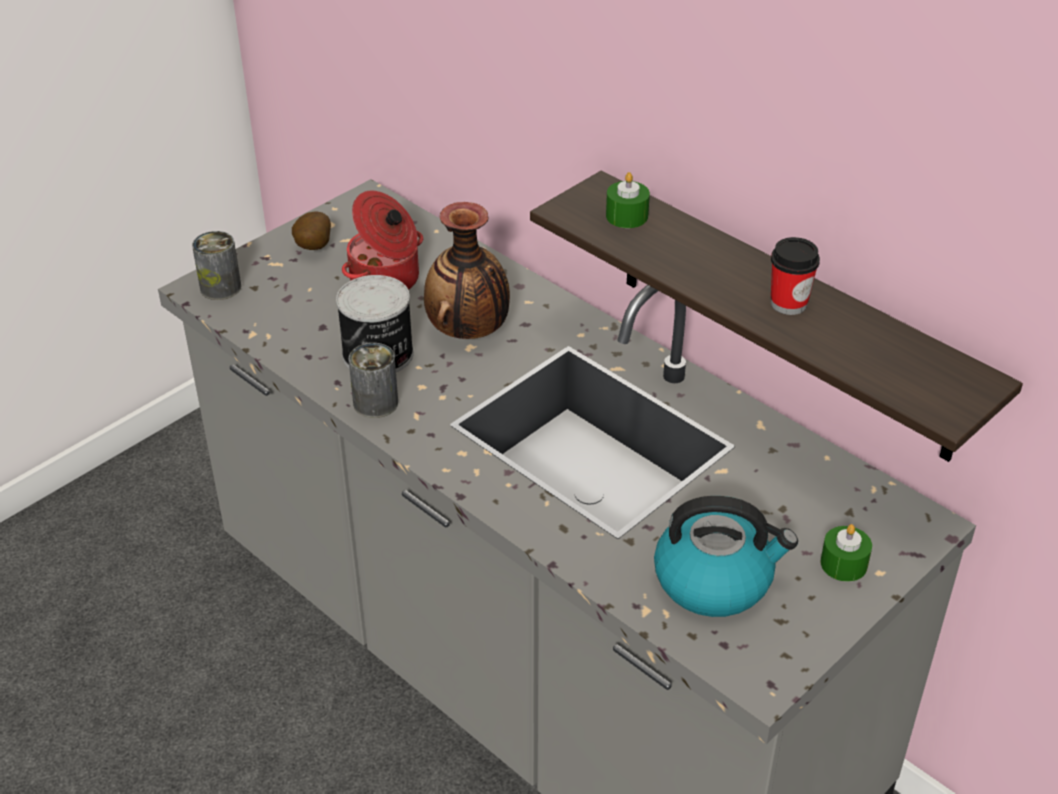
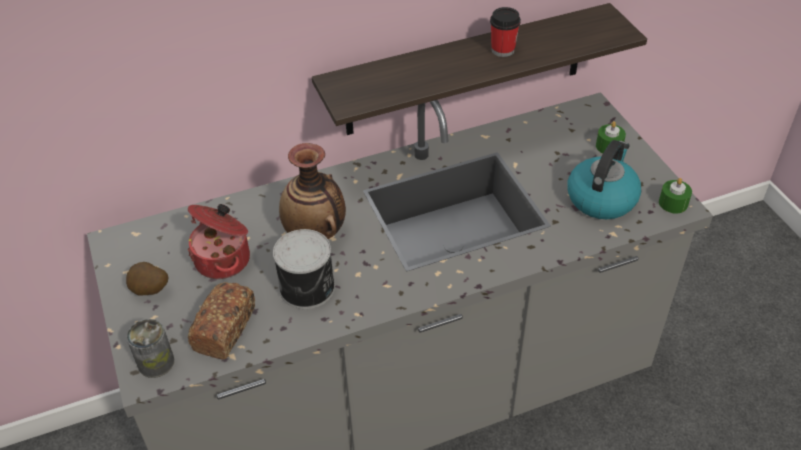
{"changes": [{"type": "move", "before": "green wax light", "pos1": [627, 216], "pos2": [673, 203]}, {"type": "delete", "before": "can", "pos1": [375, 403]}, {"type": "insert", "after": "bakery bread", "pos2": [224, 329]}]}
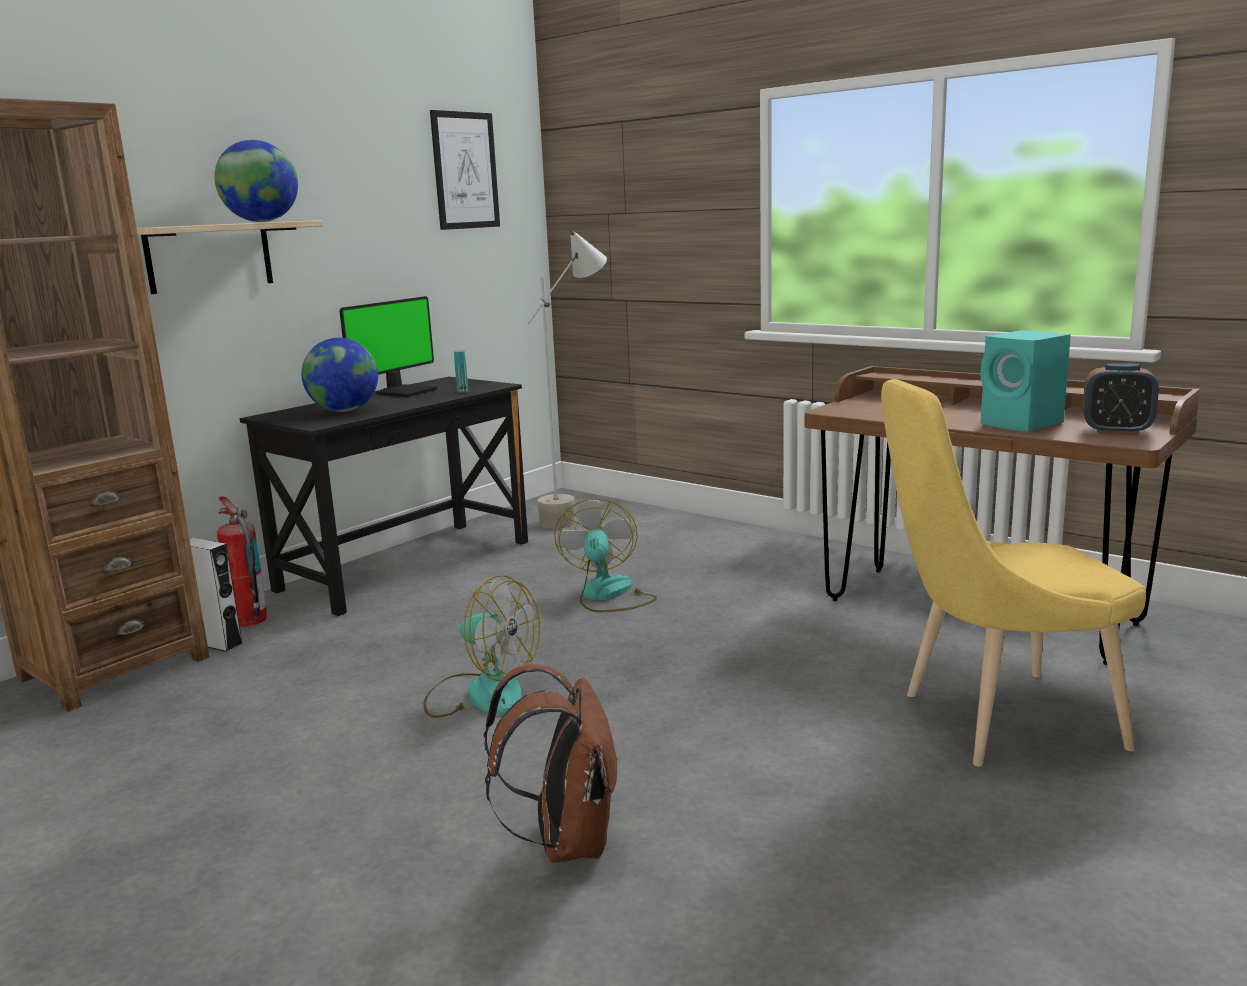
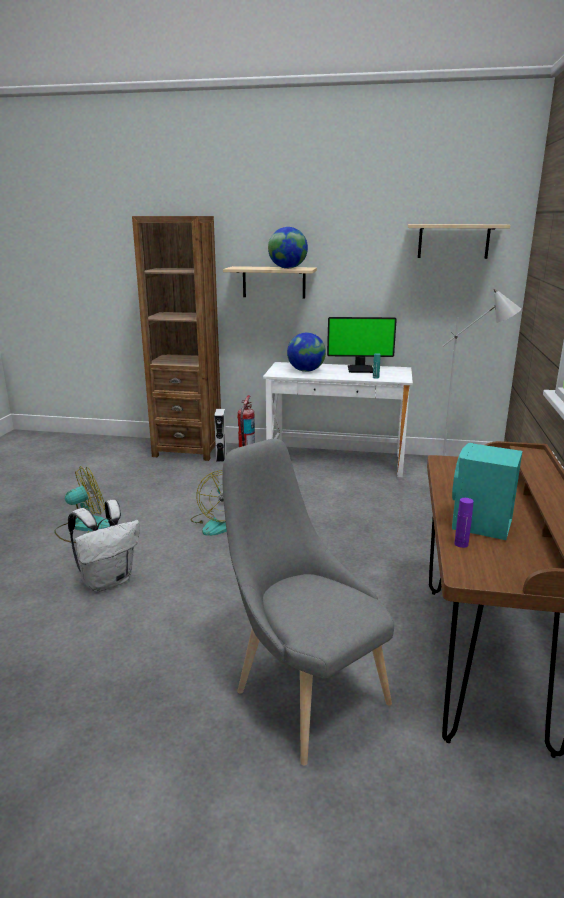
{"changes": [{"type": "replace", "before": "picture", "after": "shelf", "pos1": [465, 170], "pos2": [453, 241]}, {"type": "delete", "before": "alarm clock", "pos1": [1116, 431]}, {"type": "recolor", "before": "black desk table", "after": "white-coloured desk table", "pos1": [406, 565], "pos2": [336, 461]}, {"type": "recolor", "before": "yellow chair", "after": "grey chair", "pos1": [996, 722], "pos2": [304, 693]}, {"type": "move", "before": "fan", "pos1": [608, 595], "pos2": [83, 527]}, {"type": "recolor", "before": "brownish backpack", "after": "white-coloured backpack", "pos1": [566, 841], "pos2": [108, 581]}, {"type": "insert", "after": "purplish bottle", "pos2": [461, 544]}]}
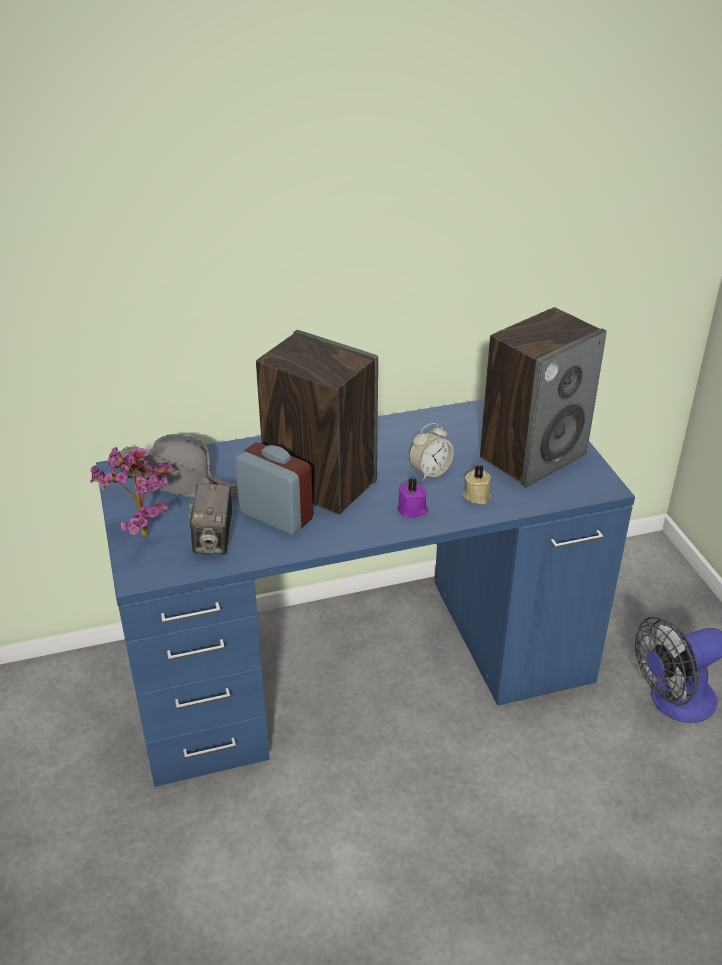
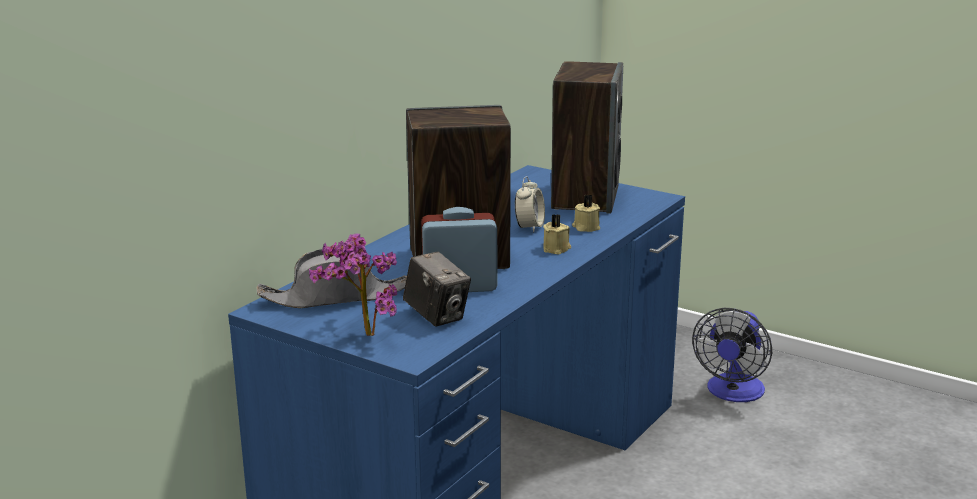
{"changes": [{"type": "recolor", "before": "purplish wax light", "after": "beige-coloured wax light", "pos1": [413, 510], "pos2": [557, 249]}]}
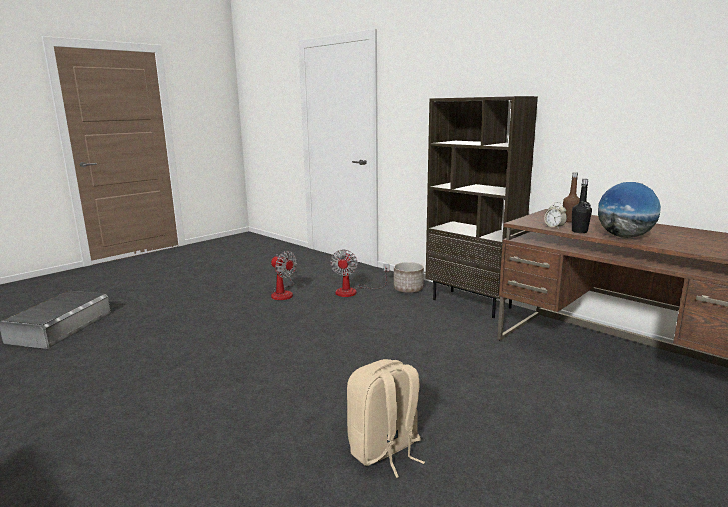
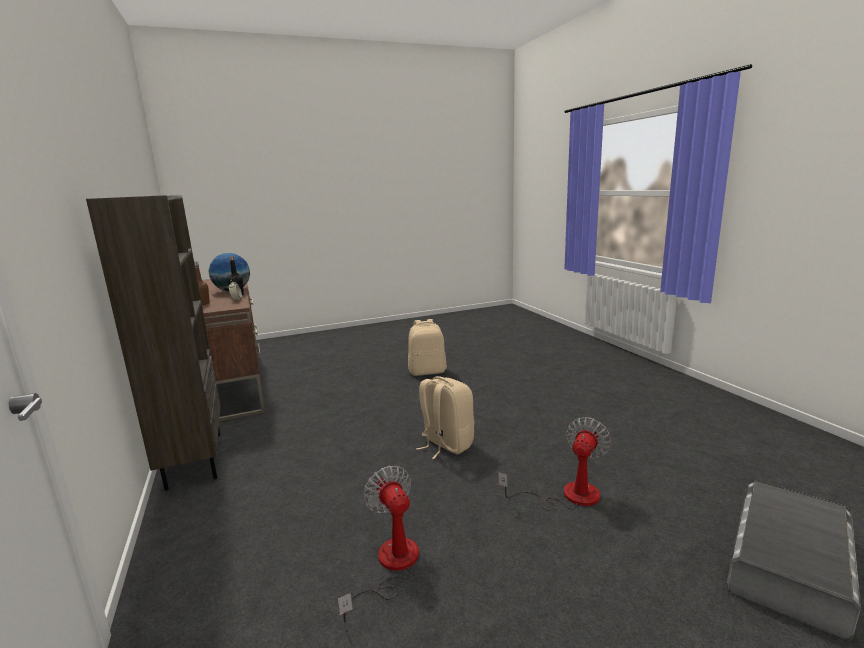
{"changes": [{"type": "move", "before": "fan", "pos1": [353, 291], "pos2": [568, 496]}, {"type": "delete", "before": "plant pot", "pos1": [408, 289]}, {"type": "insert", "after": "beige-coloured backpack", "pos2": [446, 444]}]}
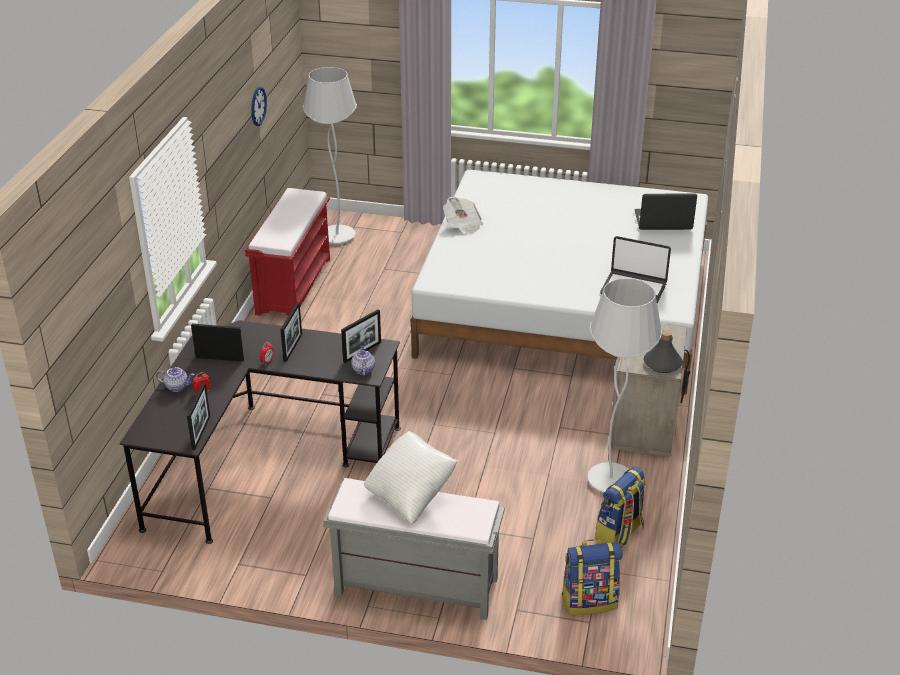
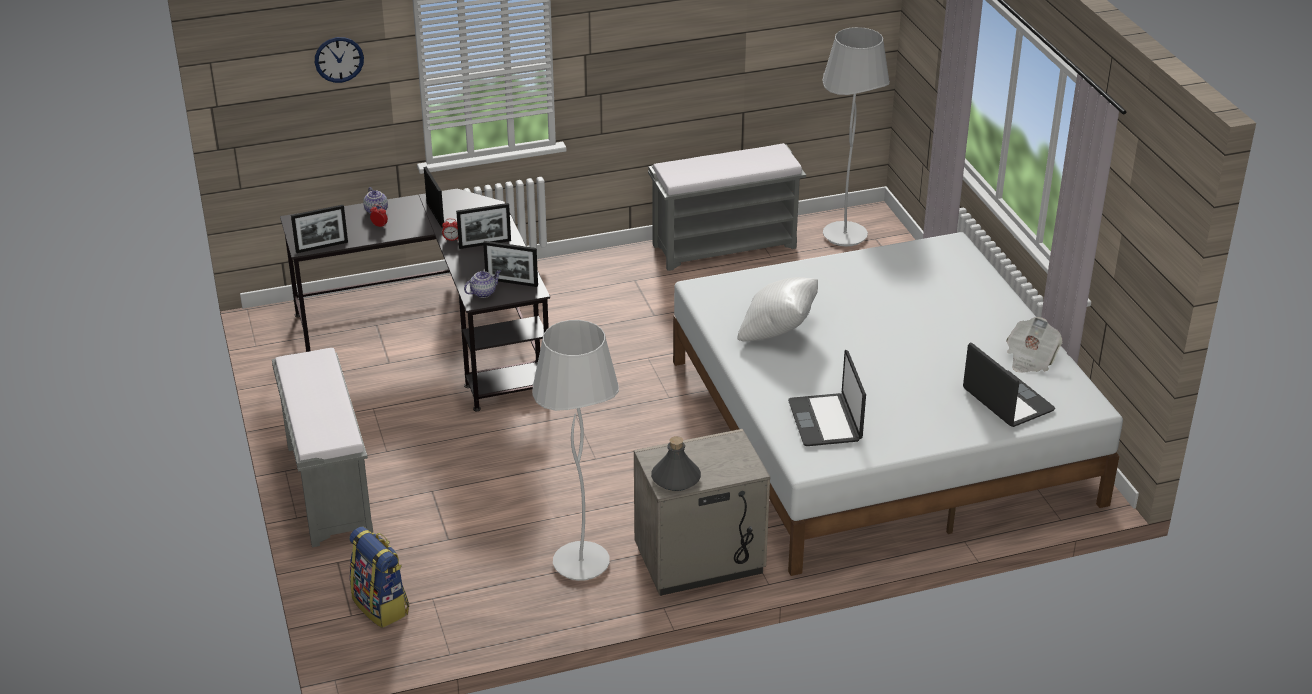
{"changes": [{"type": "move", "before": "wall clock", "pos1": [258, 106], "pos2": [339, 59]}, {"type": "recolor", "before": "red indoor bench", "after": "grey indoor bench", "pos1": [293, 285], "pos2": [725, 246]}, {"type": "move", "before": "newspaper", "pos1": [463, 225], "pos2": [1030, 359]}, {"type": "move", "before": "white-coloured cushion", "pos1": [410, 495], "pos2": [778, 331]}, {"type": "delete", "before": "backpack", "pos1": [619, 533]}]}
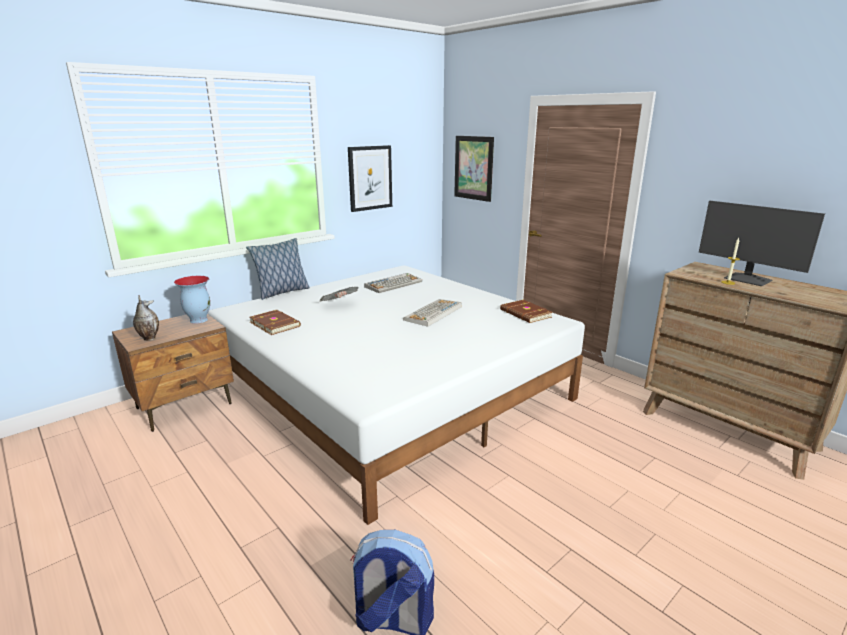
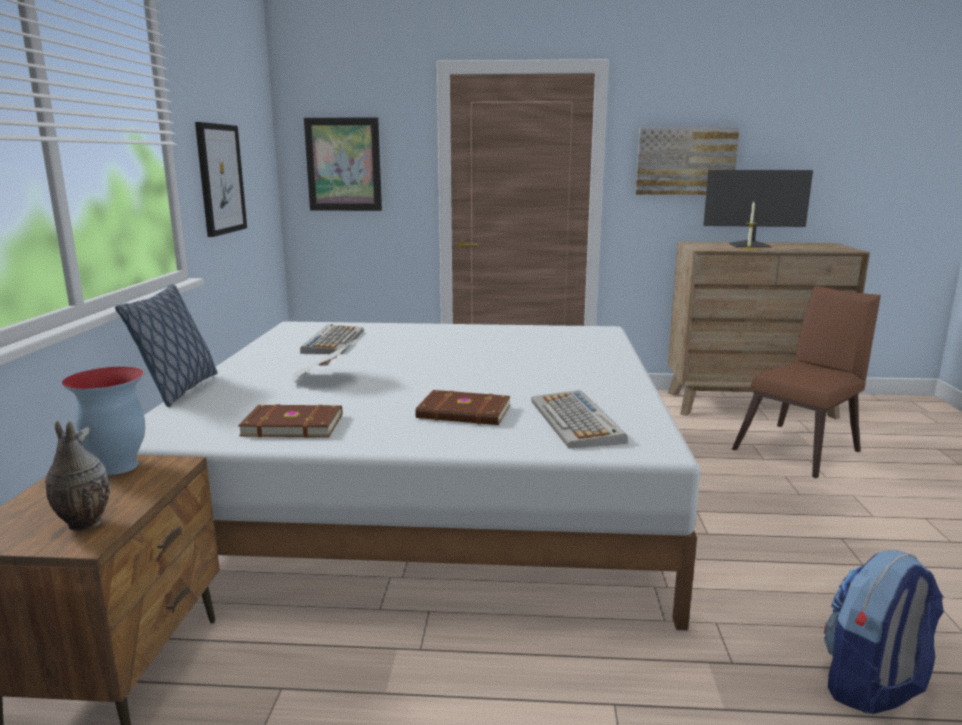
{"changes": [{"type": "move", "before": "PC keyboard", "pos1": [433, 313], "pos2": [577, 421]}, {"type": "move", "before": "brownish bound book", "pos1": [525, 314], "pos2": [464, 413]}, {"type": "insert", "after": "picture", "pos2": [685, 161]}, {"type": "insert", "after": "brownish chair", "pos2": [802, 449]}]}
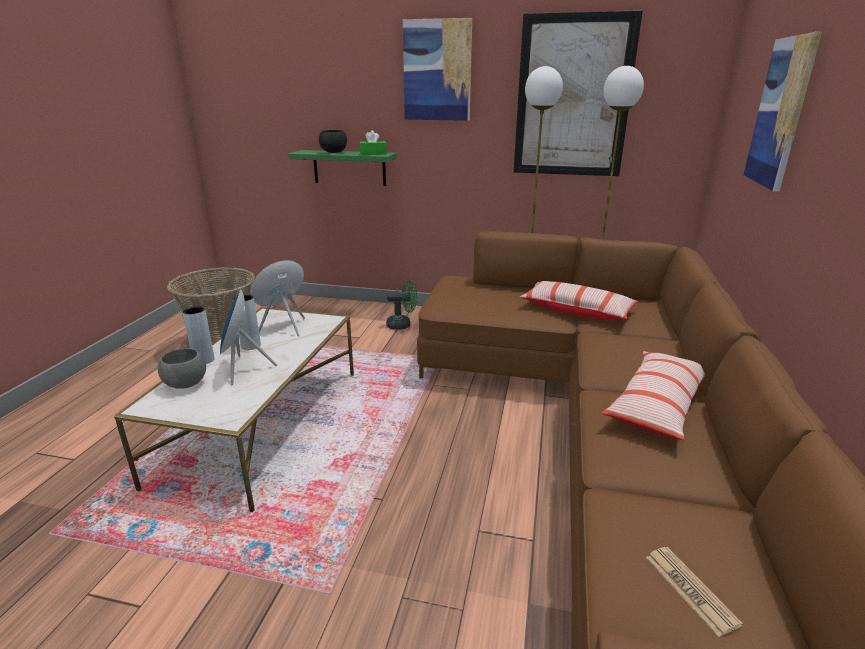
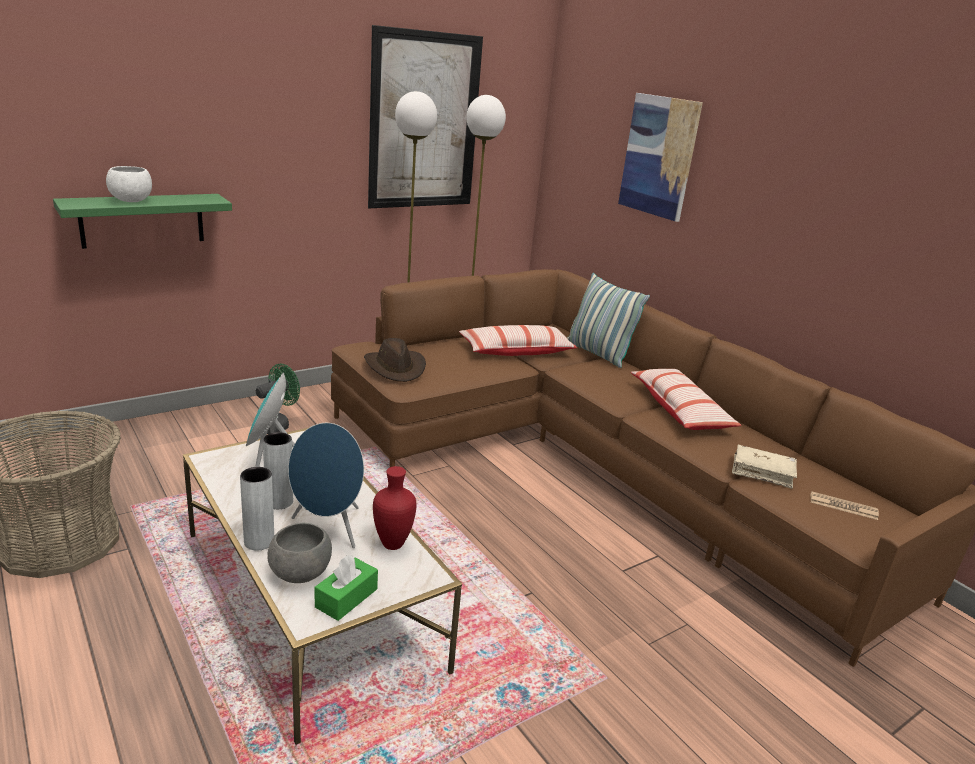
{"changes": [{"type": "delete", "before": "picture", "pos1": [437, 71]}, {"type": "recolor", "before": "black deep dish", "after": "white-coloured deep dish", "pos1": [334, 152], "pos2": [132, 201]}, {"type": "move", "before": "green box of tissues", "pos1": [373, 153], "pos2": [346, 598]}, {"type": "insert", "after": "cushion", "pos2": [598, 354]}, {"type": "insert", "after": "brownish wearable hat", "pos2": [395, 367]}, {"type": "insert", "after": "beige-coloured bound book", "pos2": [762, 472]}, {"type": "insert", "after": "red flower vase", "pos2": [392, 543]}]}
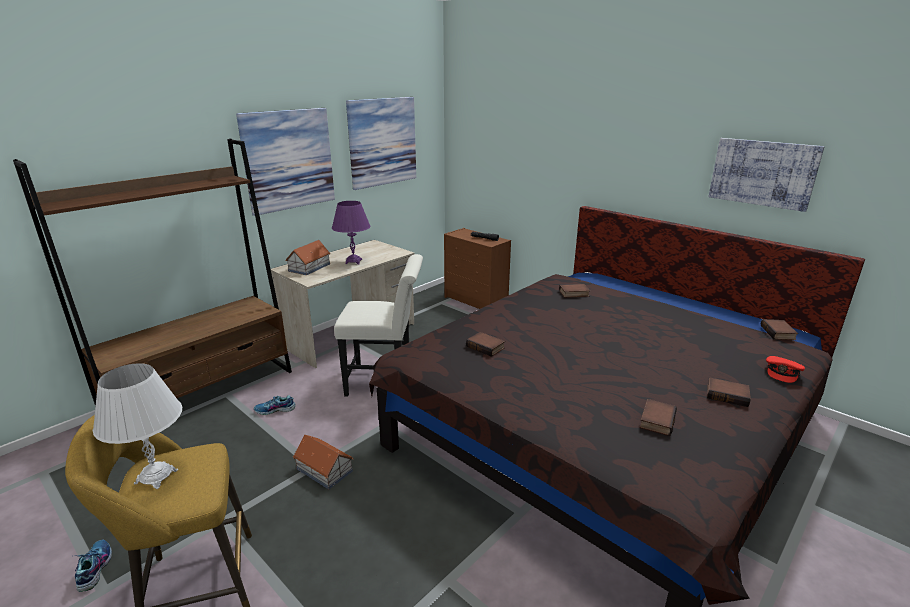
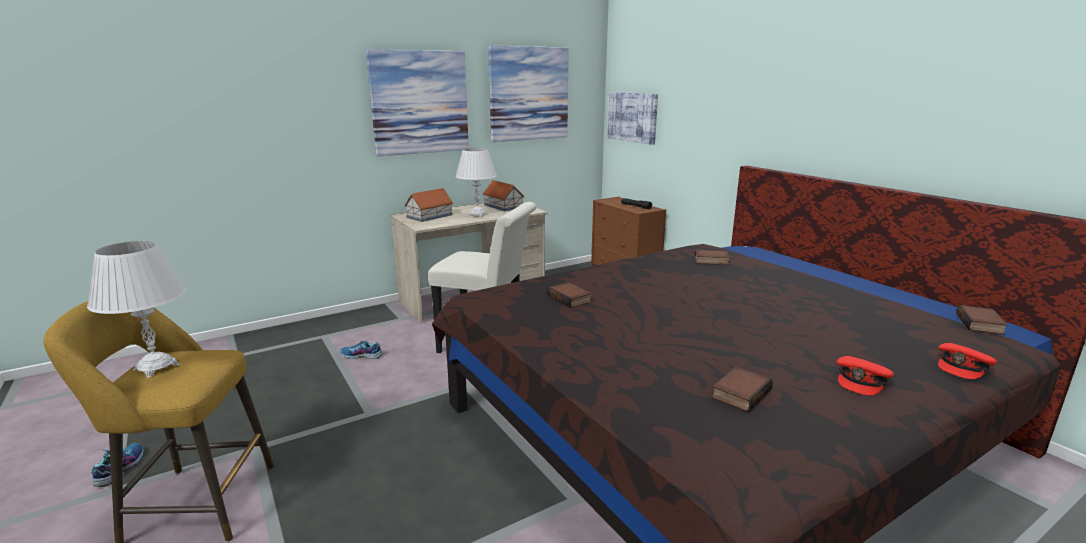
{"changes": [{"type": "move", "before": "picture", "pos1": [762, 173], "pos2": [632, 117]}, {"type": "delete", "before": "brownish bookcase", "pos1": [203, 394]}, {"type": "recolor", "before": "purplish table lamp", "after": "white-coloured table lamp", "pos1": [354, 261], "pos2": [477, 215]}, {"type": "replace", "before": "bound book", "after": "red baseball cap", "pos1": [727, 395], "pos2": [862, 381]}, {"type": "move", "before": "toy house", "pos1": [324, 469], "pos2": [503, 206]}]}
